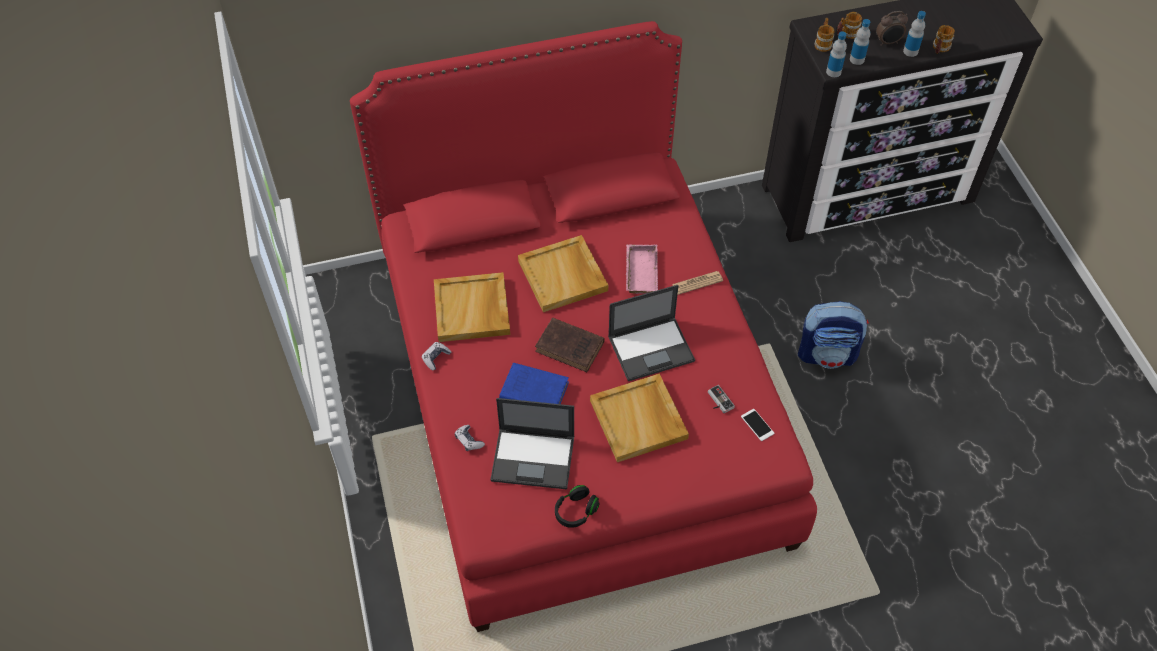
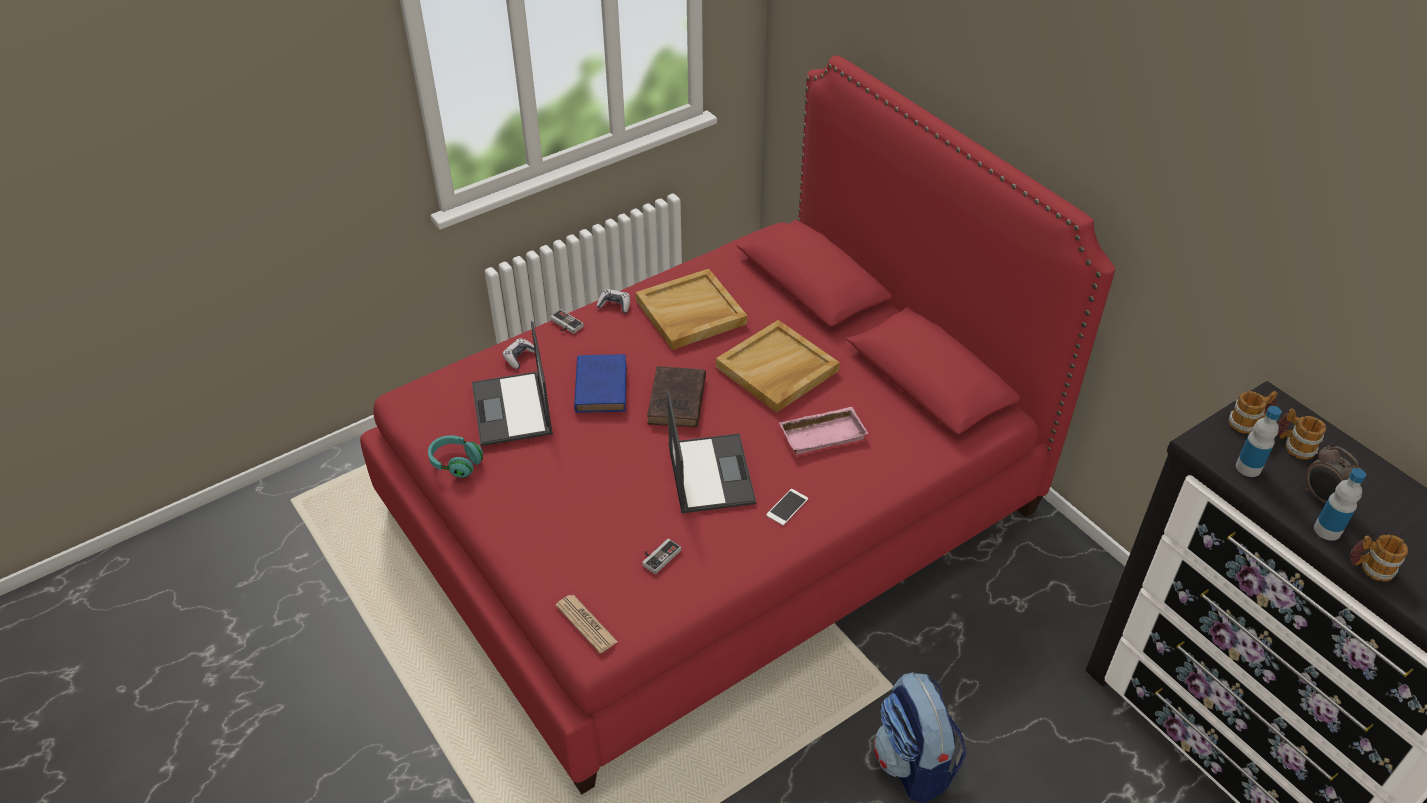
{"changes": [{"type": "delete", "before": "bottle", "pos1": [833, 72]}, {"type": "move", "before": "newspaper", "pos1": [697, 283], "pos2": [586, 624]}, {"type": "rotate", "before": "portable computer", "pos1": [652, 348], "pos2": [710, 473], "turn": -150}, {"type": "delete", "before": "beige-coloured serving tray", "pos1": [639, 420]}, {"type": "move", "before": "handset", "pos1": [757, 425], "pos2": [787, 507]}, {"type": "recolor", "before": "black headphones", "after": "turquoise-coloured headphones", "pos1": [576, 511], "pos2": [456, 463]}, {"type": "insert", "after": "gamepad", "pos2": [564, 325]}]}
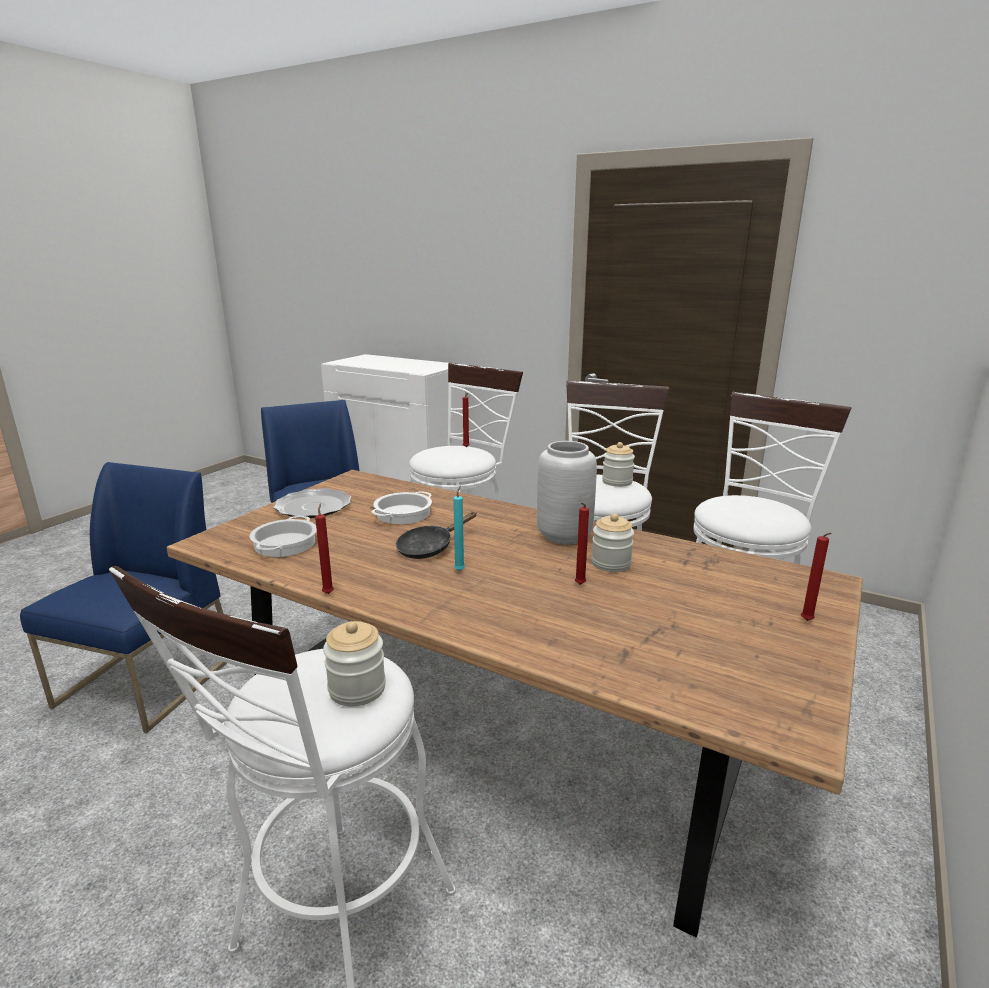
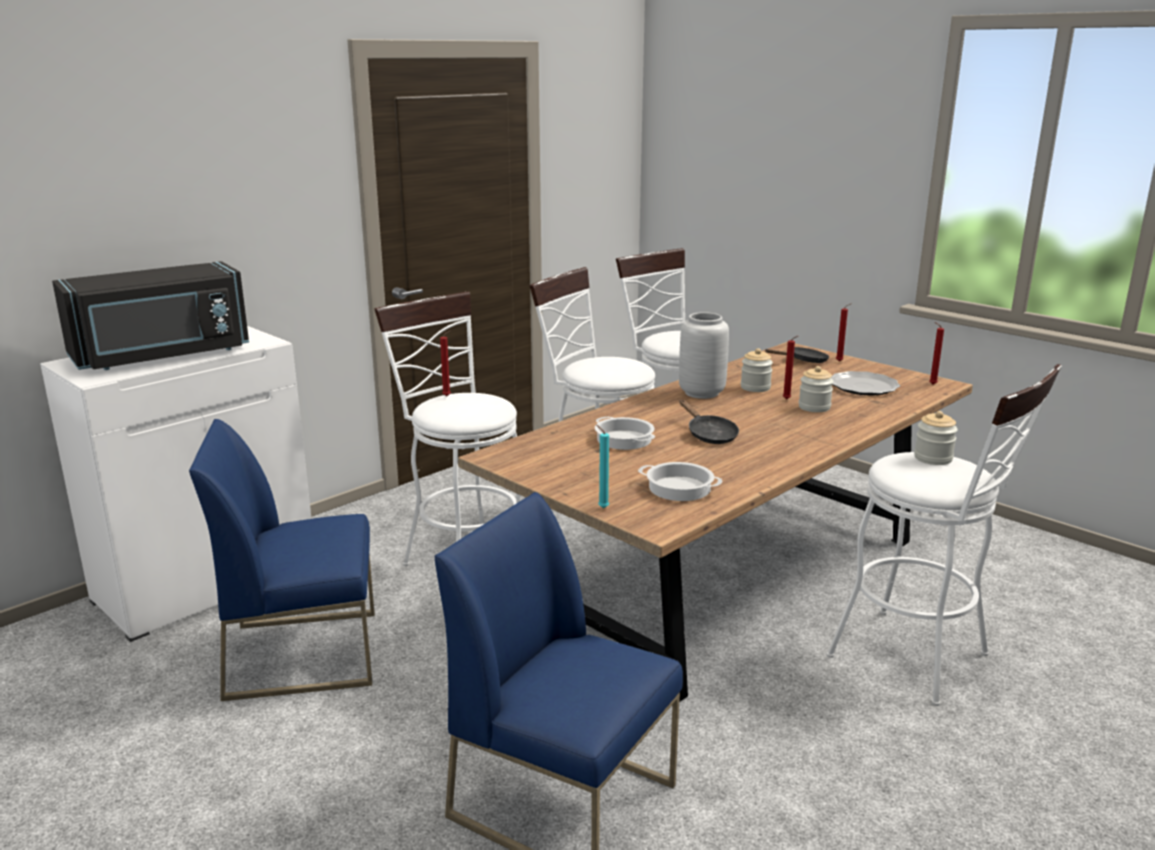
{"changes": [{"type": "move", "before": "storage jar", "pos1": [617, 482], "pos2": [814, 407]}, {"type": "move", "before": "turquoise-coloured wax light", "pos1": [460, 570], "pos2": [602, 507]}, {"type": "move", "before": "flat dish", "pos1": [313, 506], "pos2": [863, 386]}, {"type": "move", "before": "red wax light", "pos1": [328, 593], "pos2": [931, 384]}, {"type": "insert", "after": "black kitchen microwave", "pos2": [162, 356]}, {"type": "insert", "after": "black pan", "pos2": [803, 361]}]}
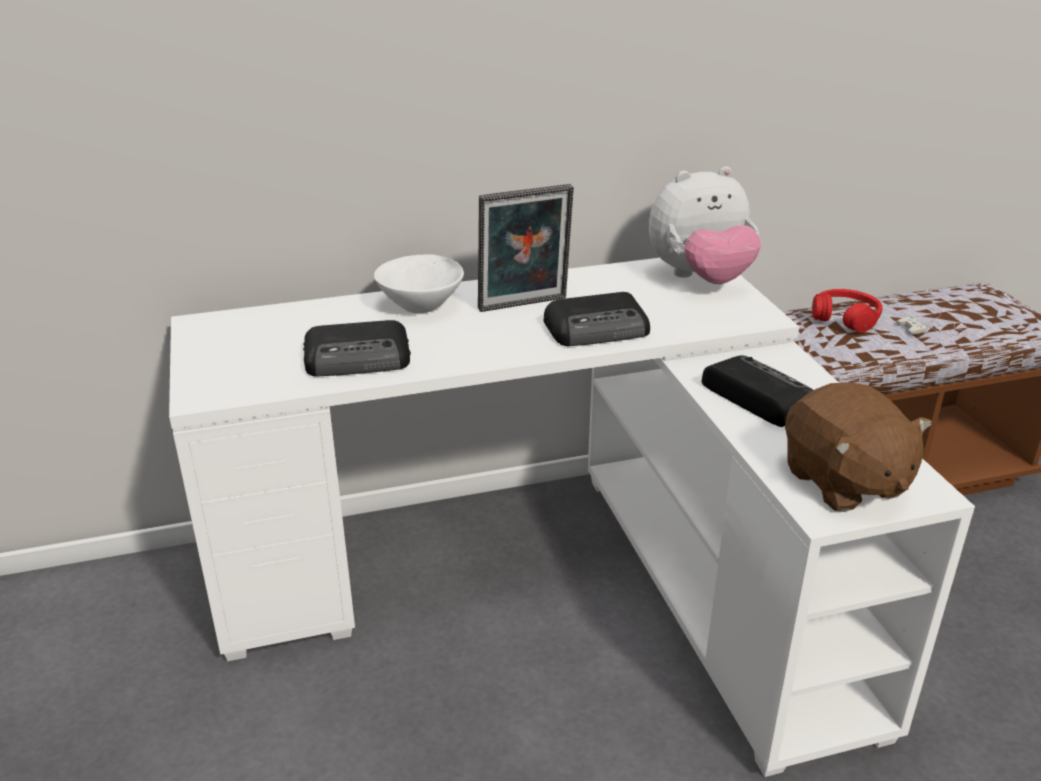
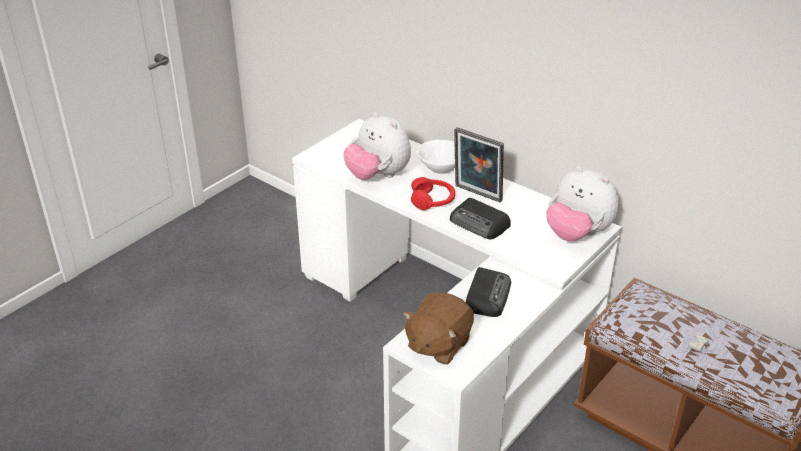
{"changes": [{"type": "move", "before": "red headphones", "pos1": [845, 318], "pos2": [432, 200]}, {"type": "replace", "before": "radio receiver", "after": "plush toy", "pos1": [359, 359], "pos2": [378, 175]}]}
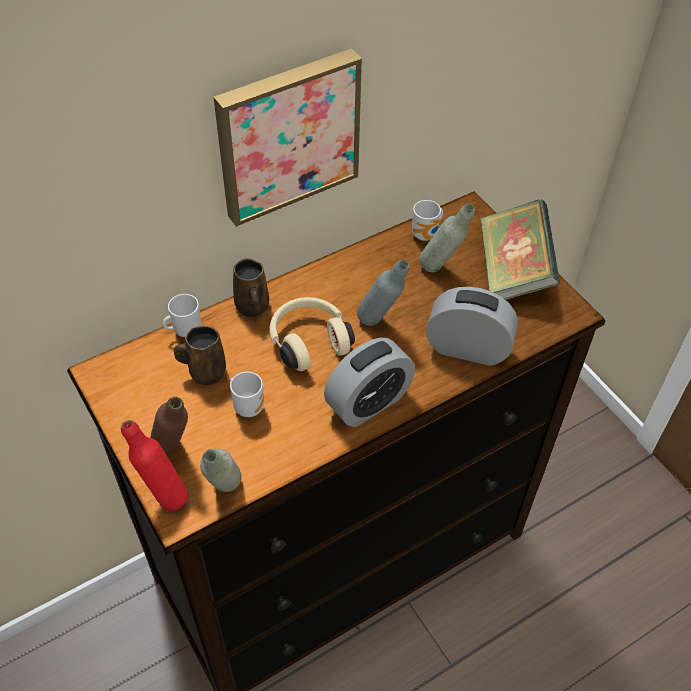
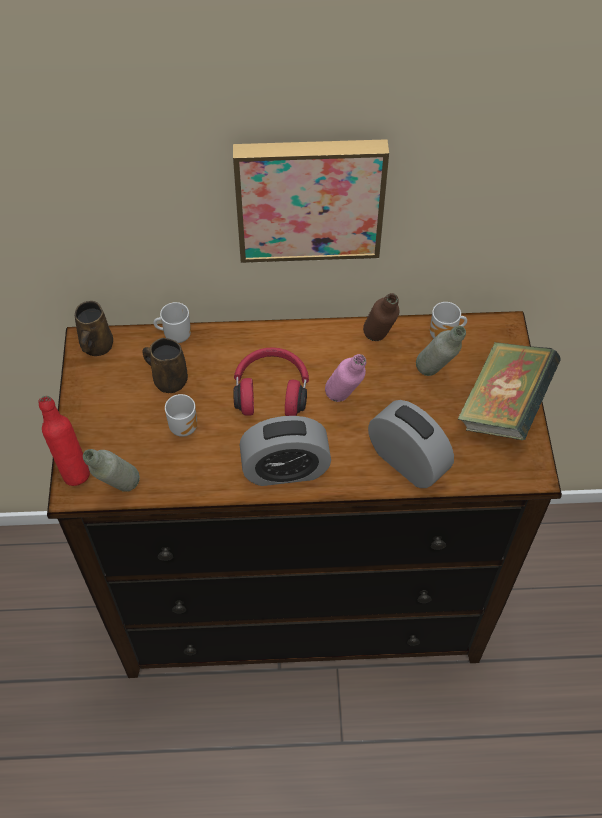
{"changes": [{"type": "move", "before": "brownish tea mug", "pos1": [252, 307], "pos2": [96, 346]}, {"type": "recolor", "before": "grey bottle", "after": "pink-coloured bottle", "pos1": [380, 323], "pos2": [344, 402]}, {"type": "recolor", "before": "beige-coloured headphones", "after": "red headphones", "pos1": [308, 341], "pos2": [271, 391]}, {"type": "move", "before": "brownish bottle", "pos1": [175, 451], "pos2": [379, 343]}]}
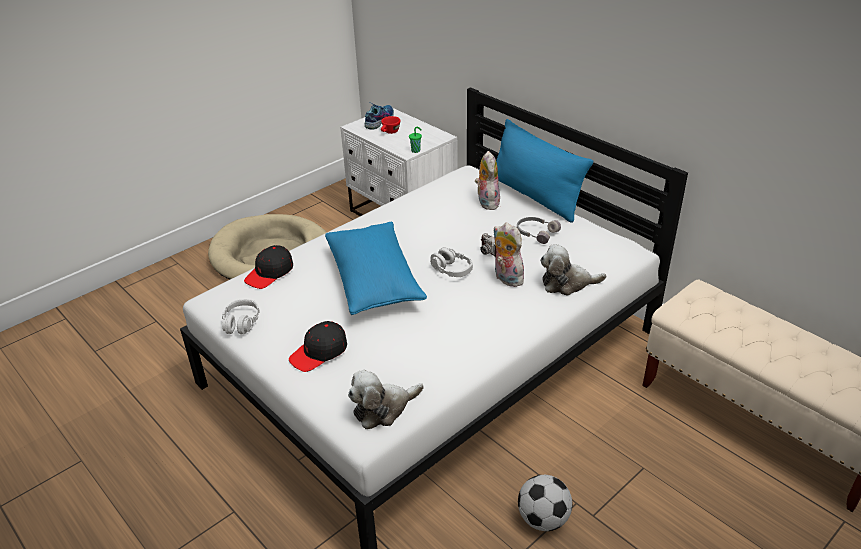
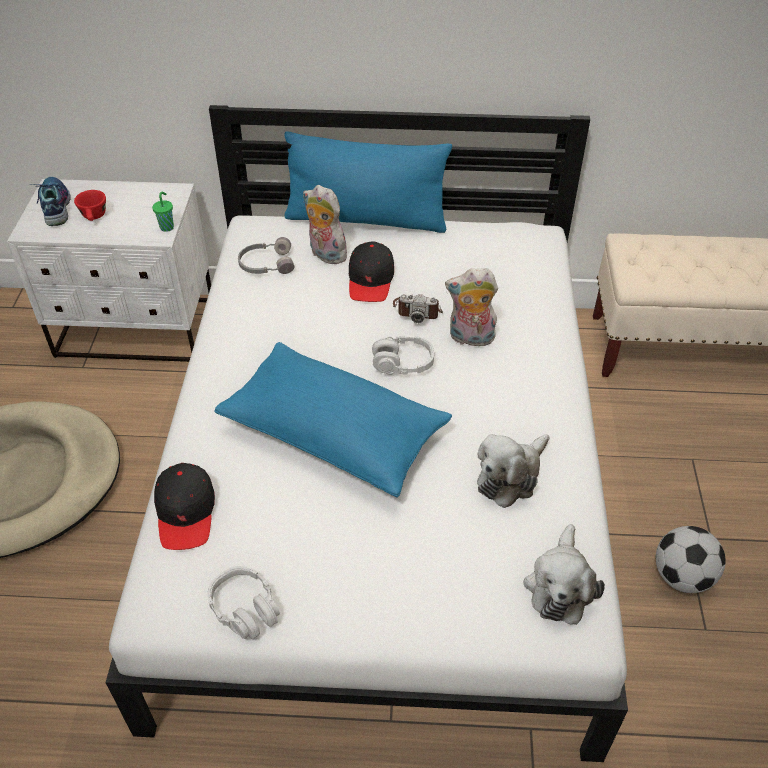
{"changes": [{"type": "move", "before": "grey headphones", "pos1": [536, 233], "pos2": [266, 264]}, {"type": "move", "before": "plush toy", "pos1": [567, 283], "pos2": [510, 476]}, {"type": "move", "before": "black baseball cap", "pos1": [319, 352], "pos2": [371, 280]}]}
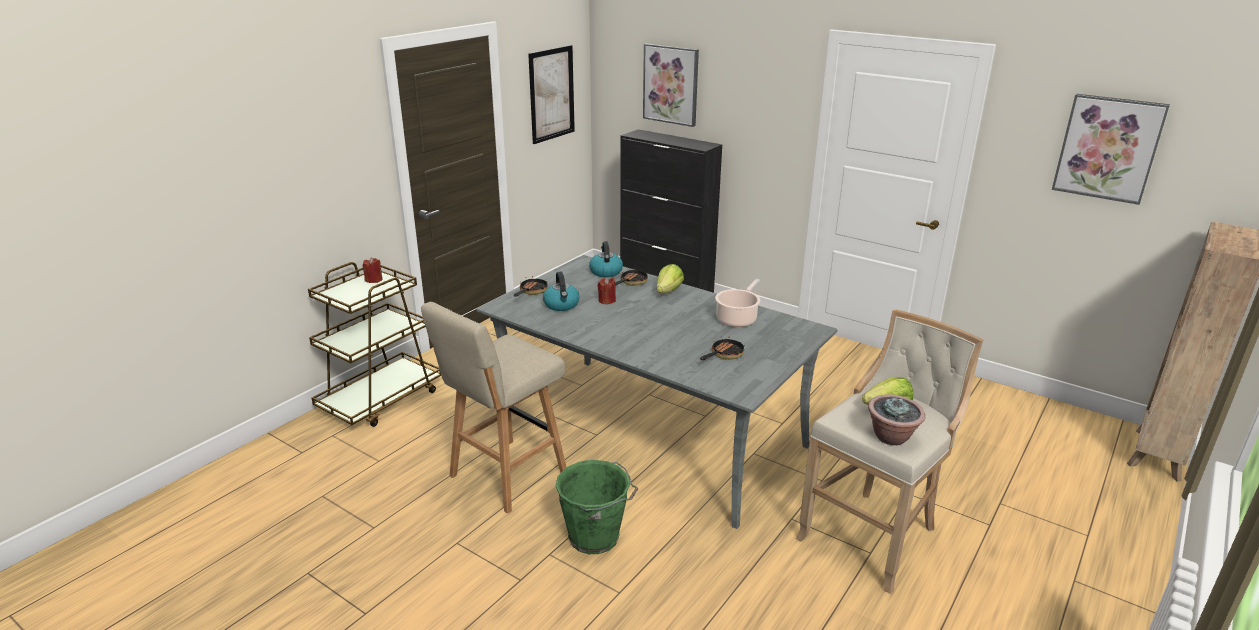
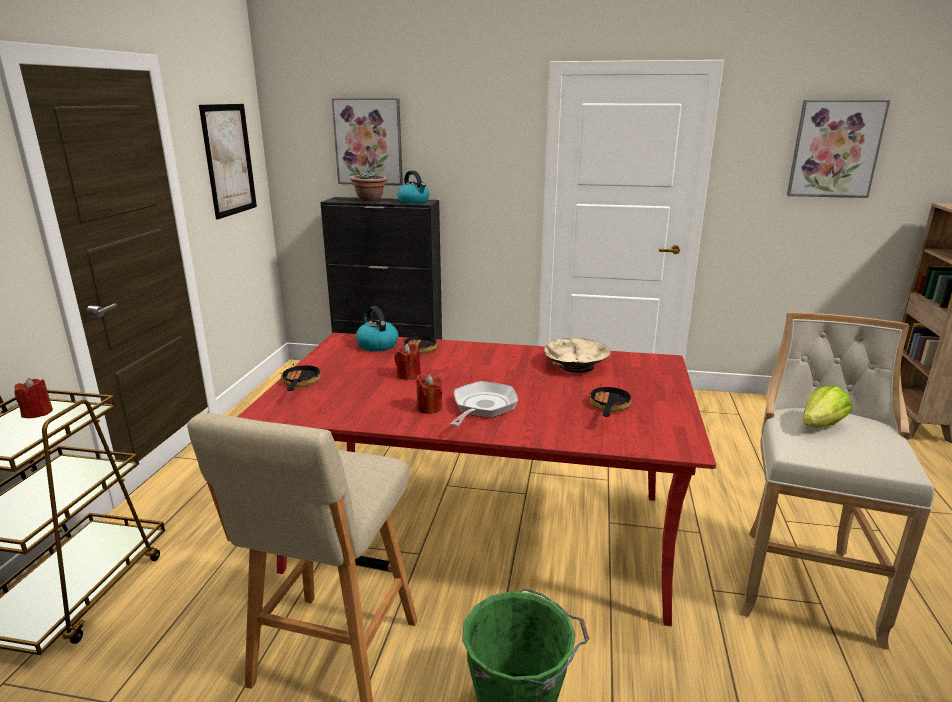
{"changes": [{"type": "recolor", "before": "grey dining table", "after": "red dining table", "pos1": [649, 433], "pos2": [481, 533]}, {"type": "delete", "before": "lettuce", "pos1": [668, 291]}, {"type": "move", "before": "water kettle", "pos1": [561, 305], "pos2": [414, 202]}, {"type": "replace", "before": "cooking pot", "after": "beige-coloured deep dish", "pos1": [737, 318], "pos2": [576, 365]}, {"type": "move", "before": "plant in a pot", "pos1": [891, 437], "pos2": [370, 200]}, {"type": "insert", "after": "red wax light", "pos2": [429, 408]}, {"type": "insert", "after": "pan", "pos2": [482, 407]}]}
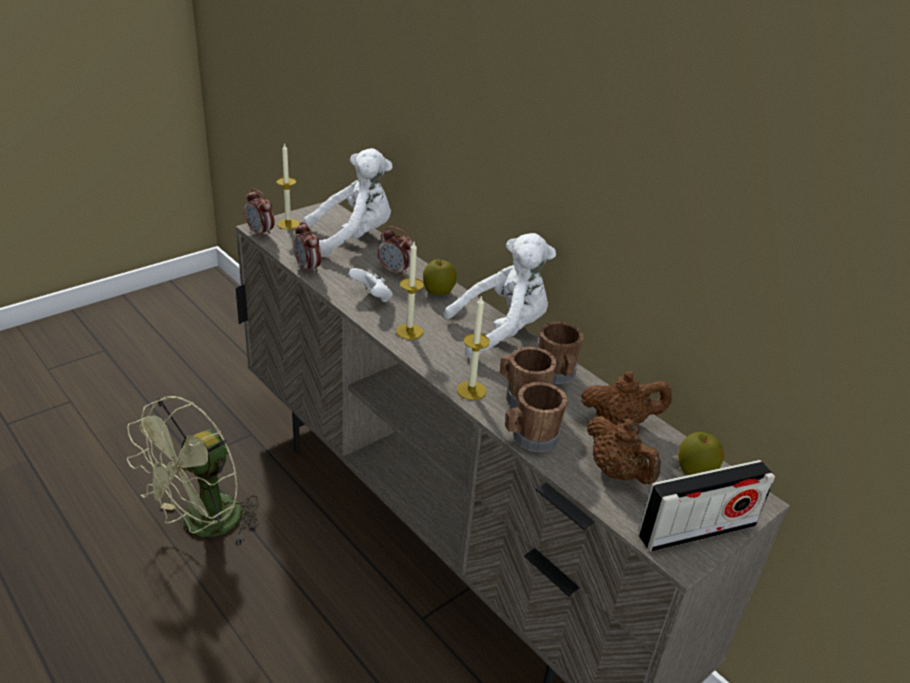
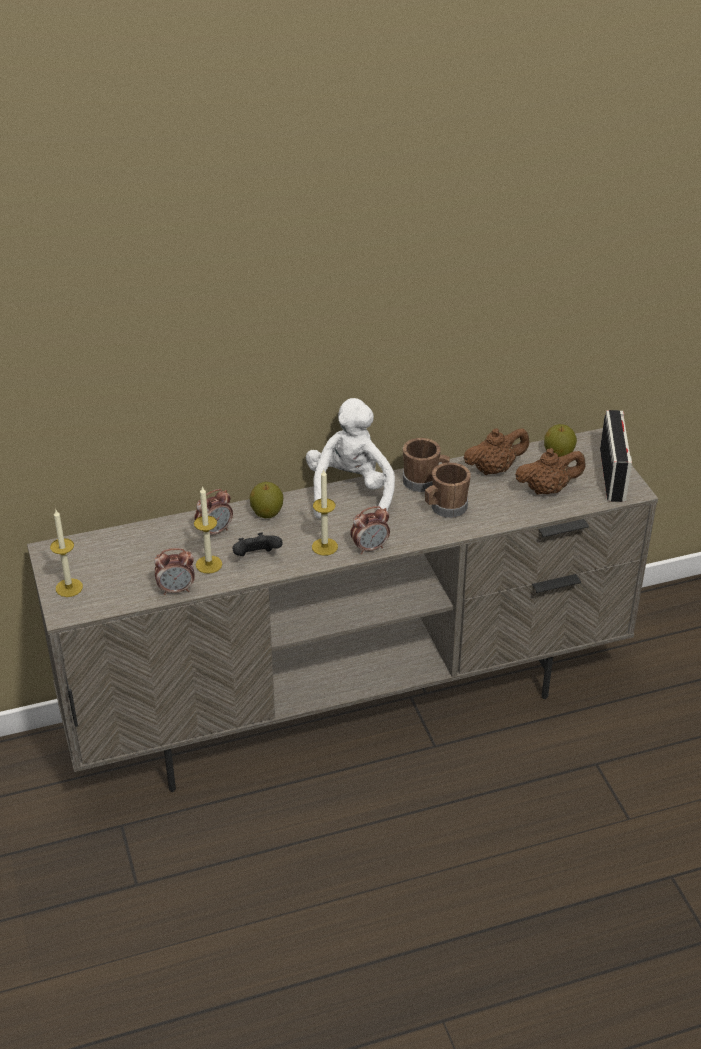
{"changes": [{"type": "delete", "before": "white-coloured plush toy", "pos1": [353, 238]}, {"type": "move", "before": "alarm clock", "pos1": [260, 233], "pos2": [370, 548]}, {"type": "recolor", "before": "white-coloured gamepad", "after": "black gamepad", "pos1": [372, 298], "pos2": [256, 557]}, {"type": "move", "before": "wax light", "pos1": [471, 390], "pos2": [209, 564]}, {"type": "rotate", "before": "brownish tea pot", "pos1": [620, 422], "pos2": [494, 469], "turn": 45}, {"type": "delete", "before": "brownish tea mug", "pos1": [530, 439]}, {"type": "delete", "before": "green fan", "pos1": [203, 526]}]}
